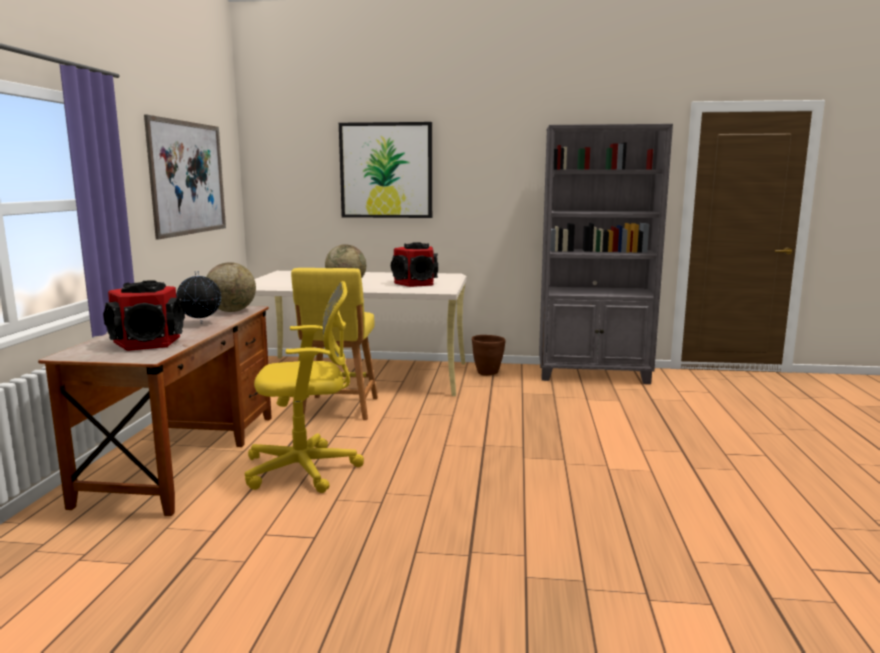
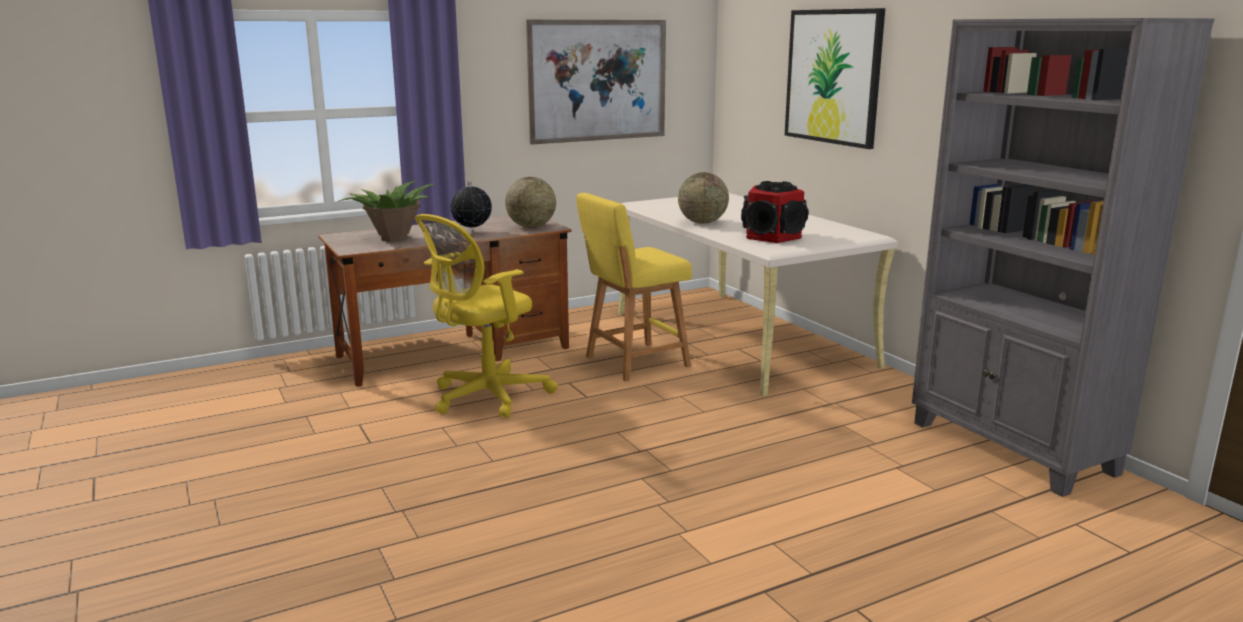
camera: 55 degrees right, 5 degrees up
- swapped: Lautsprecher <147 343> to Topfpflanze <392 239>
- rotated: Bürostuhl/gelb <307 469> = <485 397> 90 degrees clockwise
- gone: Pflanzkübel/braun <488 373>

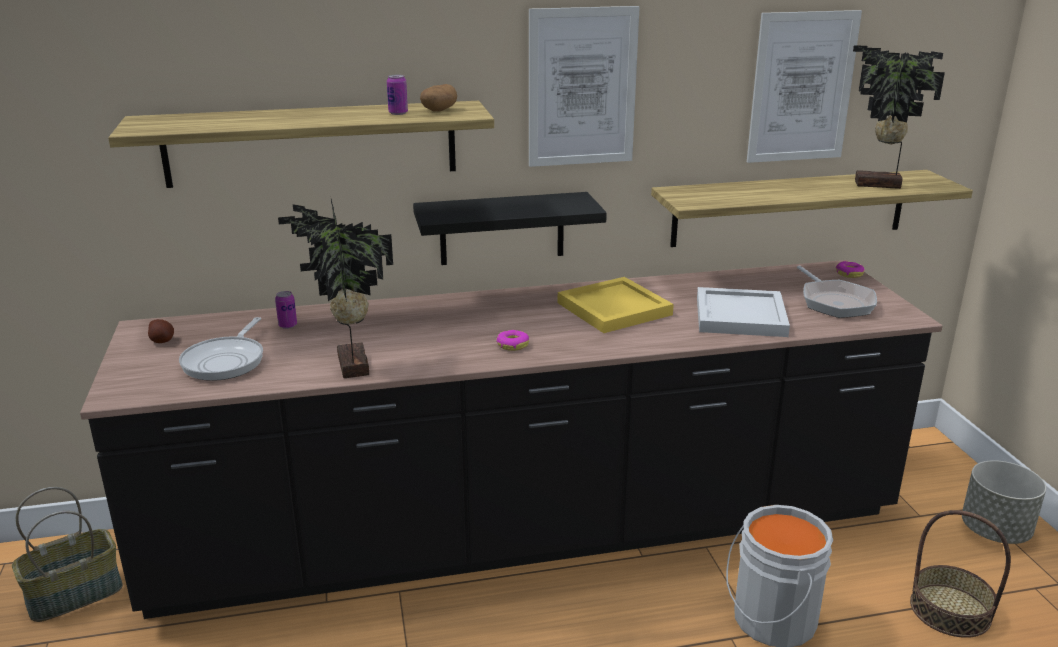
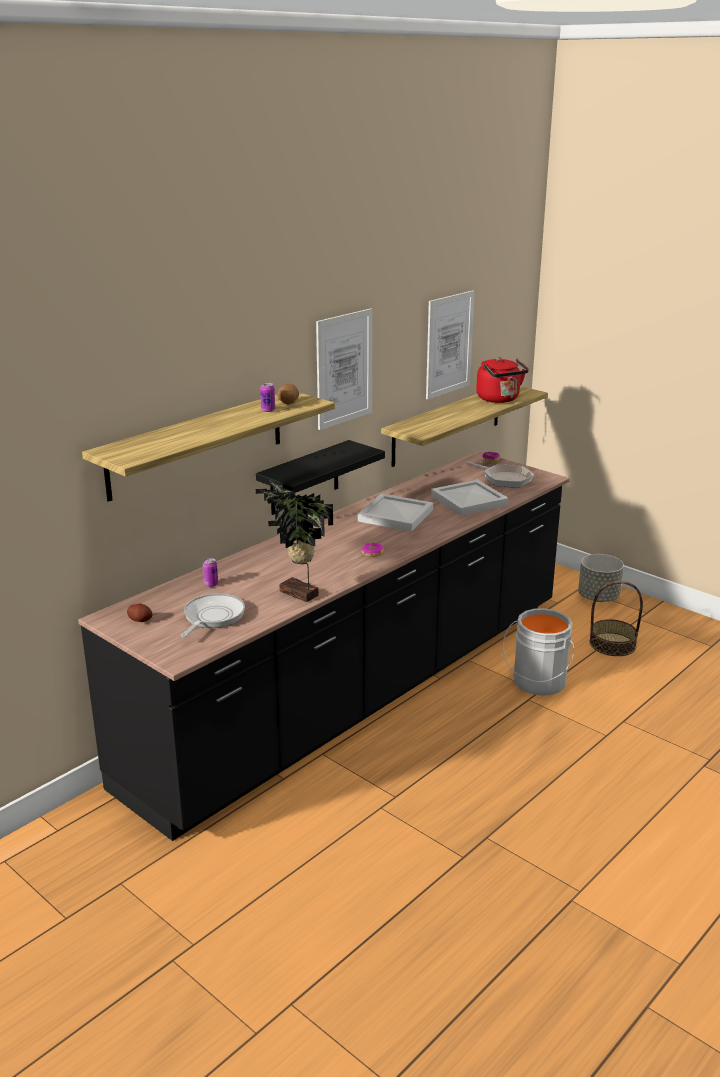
camera: 35 degrees left, 0 degrees up
- rotated: Pfanne <226 361> = <212 617> 135 degrees counterclockwise
- repainted: Tablett/gelb <614 308> to Tablett/weiß <395 515>
- swapped: Topfpflanze <879 185> to Wasserkessel/rot <499 399>
- gone: Korb <75 594>

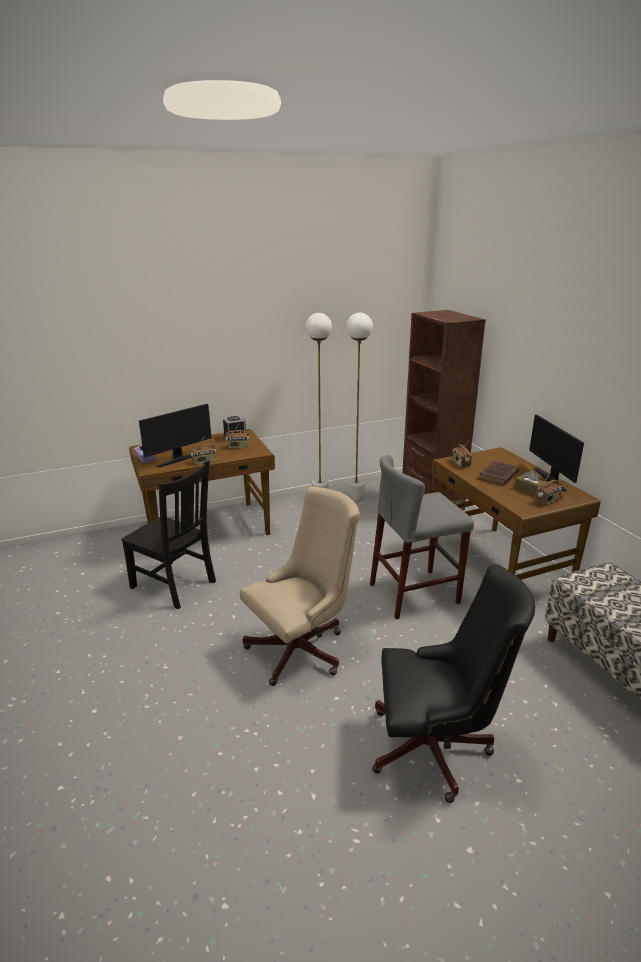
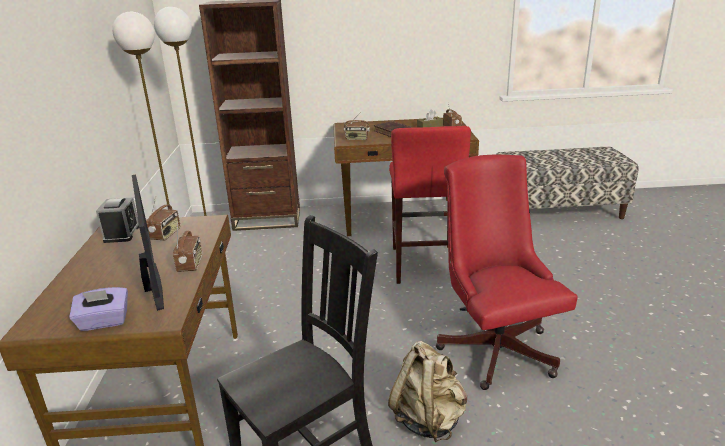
camera: 70 degrees left, 0 degrees up
- new: Rucksack/beige <428 419>
- repainted: Hocker/grau <414 593> to Hocker/rot <425 263>
- repainted: Bürostuhl/beige <303 649> to Bürostuhl/rot <495 346>
- gone: Bürostuhl/schwarz <437 749>
- gone: Monitor <551 479>

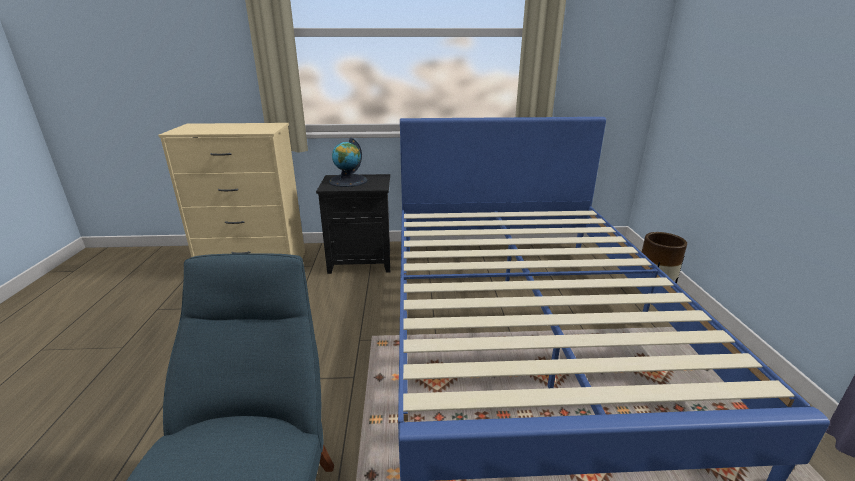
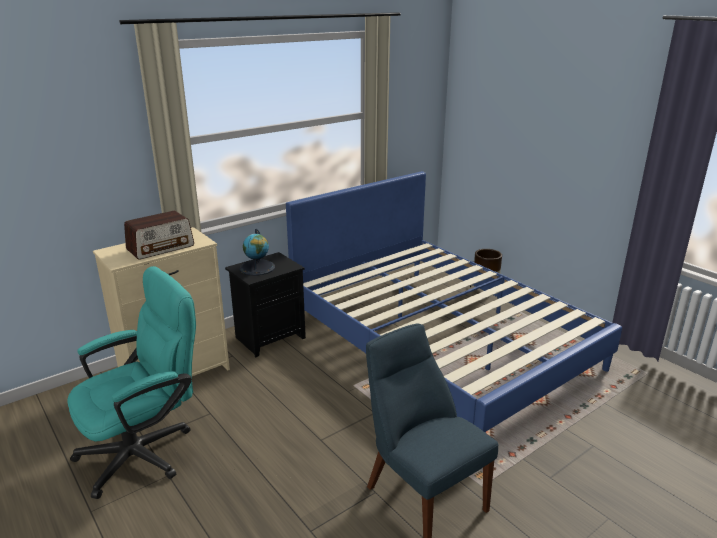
camera: 35 degrees left, 0 degrees up
- new: Bürostuhl/türkis <146 450>
- new: Radio <161 248>

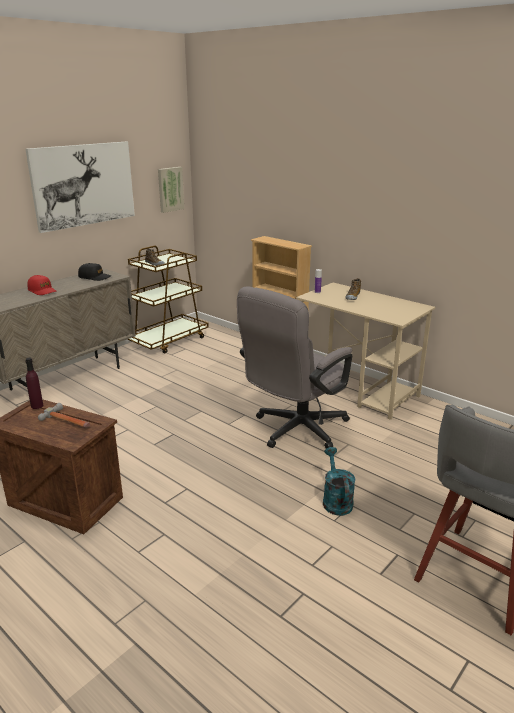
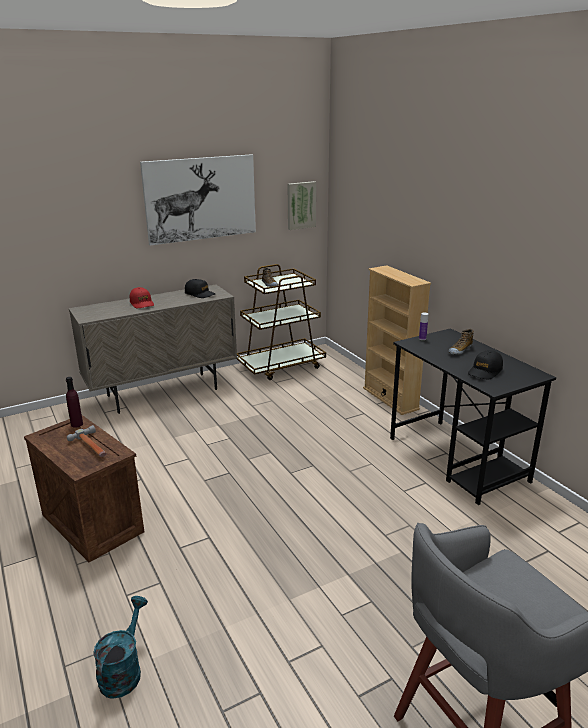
camera: 20 degrees right, 0 degrees up
- shifted: Gießkanne/türkis <336 500> to <123 670>
- repainted: Schreibtisch/beige <357 390> to Schreibtisch/schwarz <458 460>
- new: Kappe/schwarz <485 371>
- gone: Bürostuhl/grau <294 431>

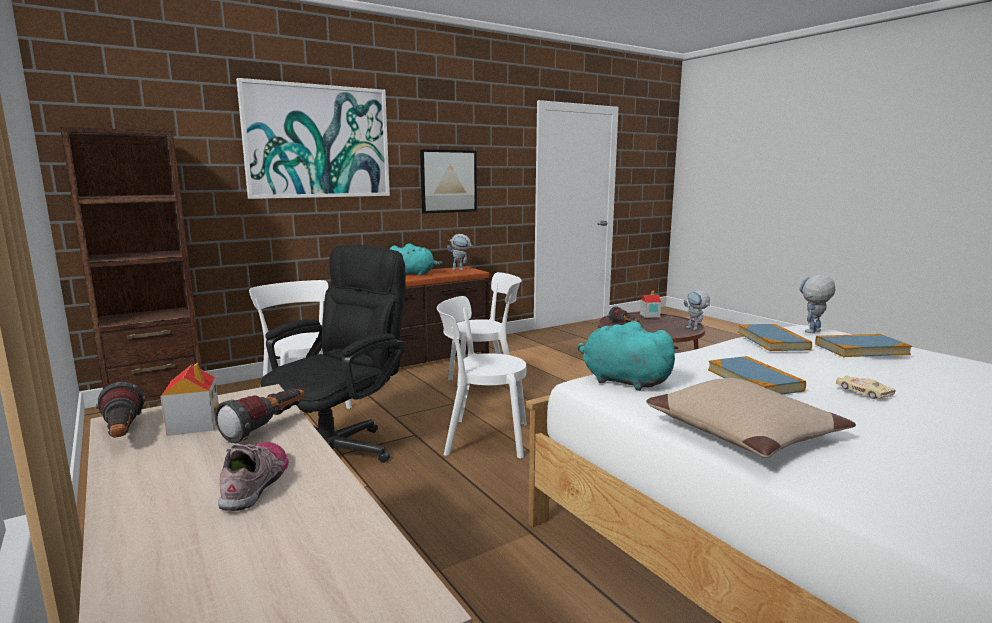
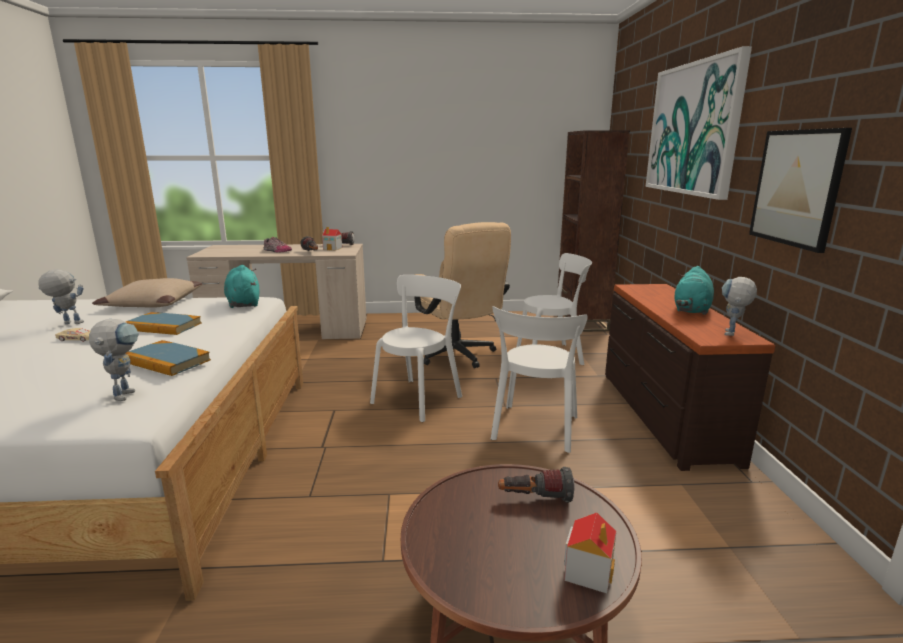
camera: 120 degrees right, 5 degrees up
- shifted: Spielzeugroboter <695 329> to <67 323>
- rotated: Plüschtier/türkis <622 381> = <243 303> 90 degrees counterclockwise
- repainted: Bürostuhl/schwarz <340 449> to Bürostuhl/beige <458 356>
- gone: Buch <861 349>

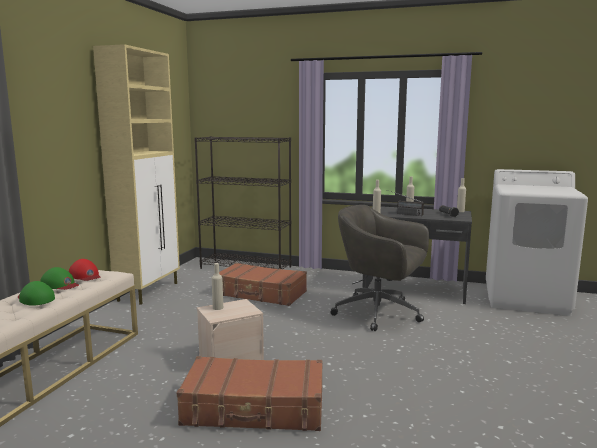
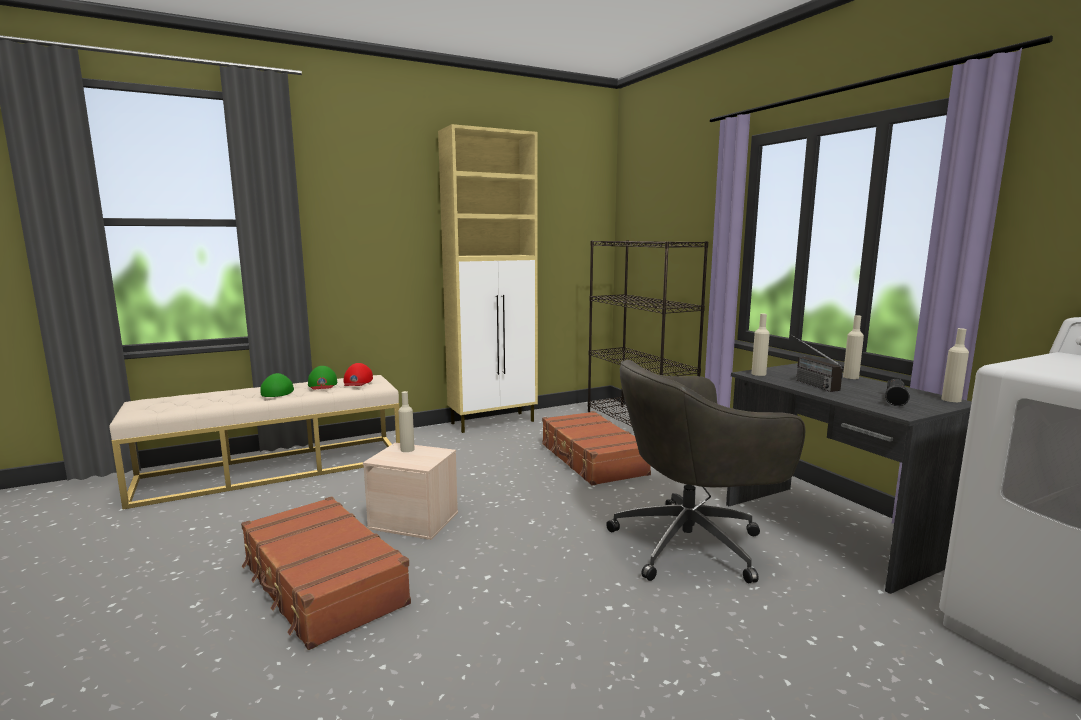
camera: 45 degrees right, 0 degrees up
- rotated: Bürostuhl/grau <380 313> = <692 544> 90 degrees counterclockwise

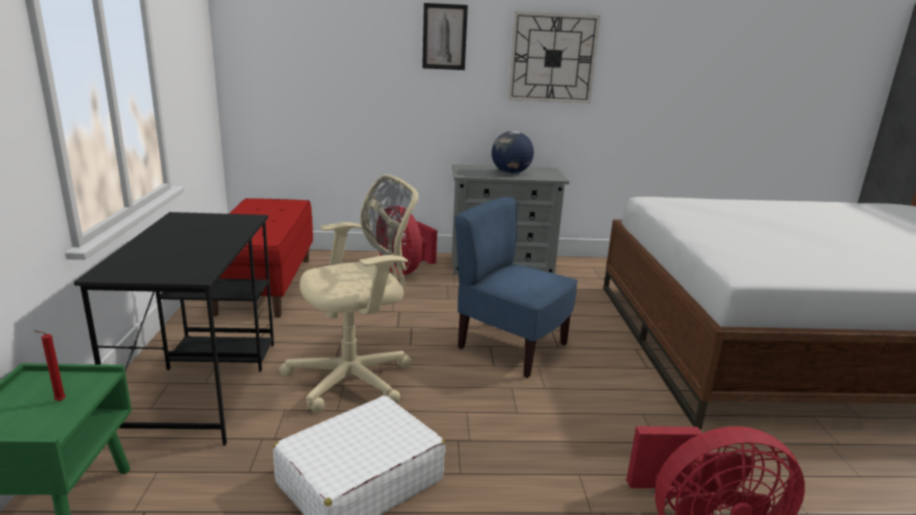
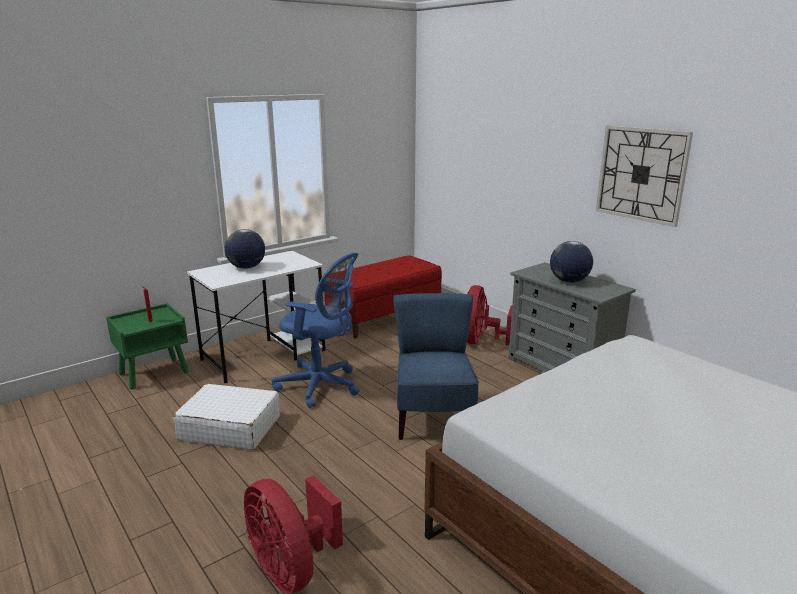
camera: 55 degrees right, 0 degrees up
- repainted: Schreibtisch/schwarz <204 386> to Schreibtisch/weiß <264 355>
- new: Globus <246 267>
- repainted: Bürostuhl/beige <355 378> to Bürostuhl/blau <321 386>
- gone: Bild <444 37>

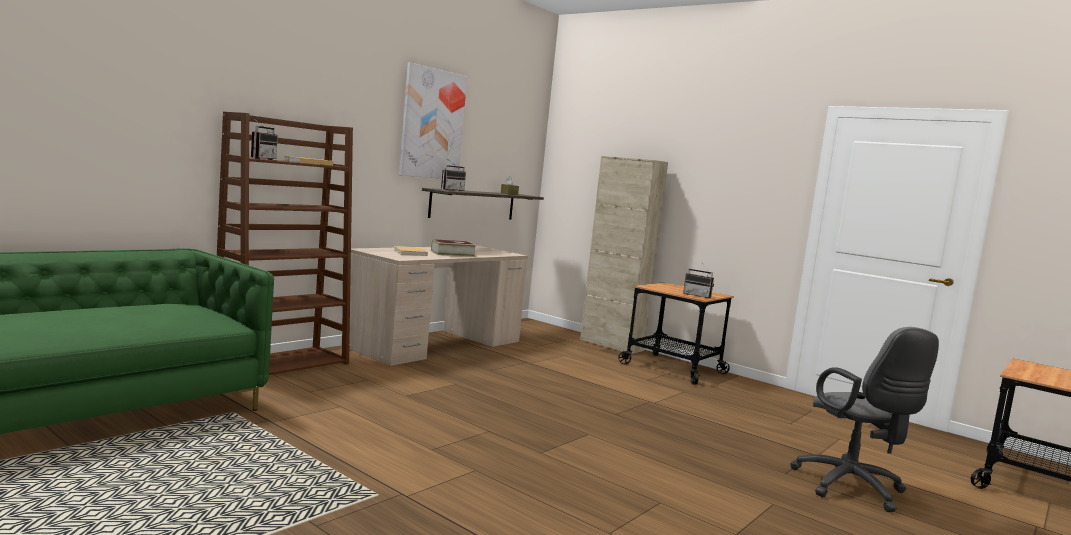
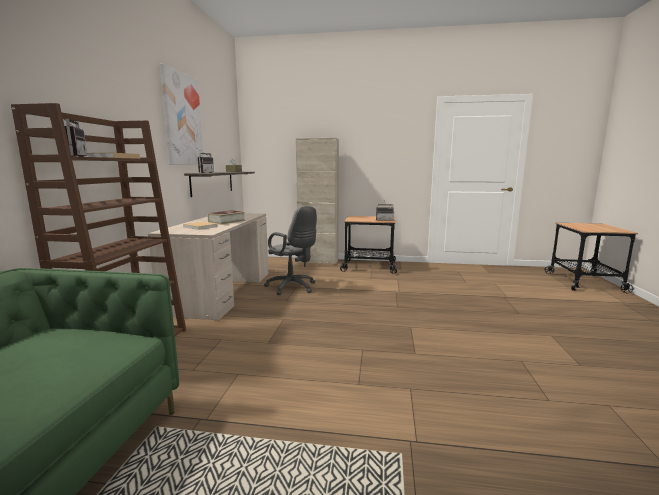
camera: 30 degrees left, 5 degrees up
- shifted: Bürostuhl/grau <853 489> to <293 288>

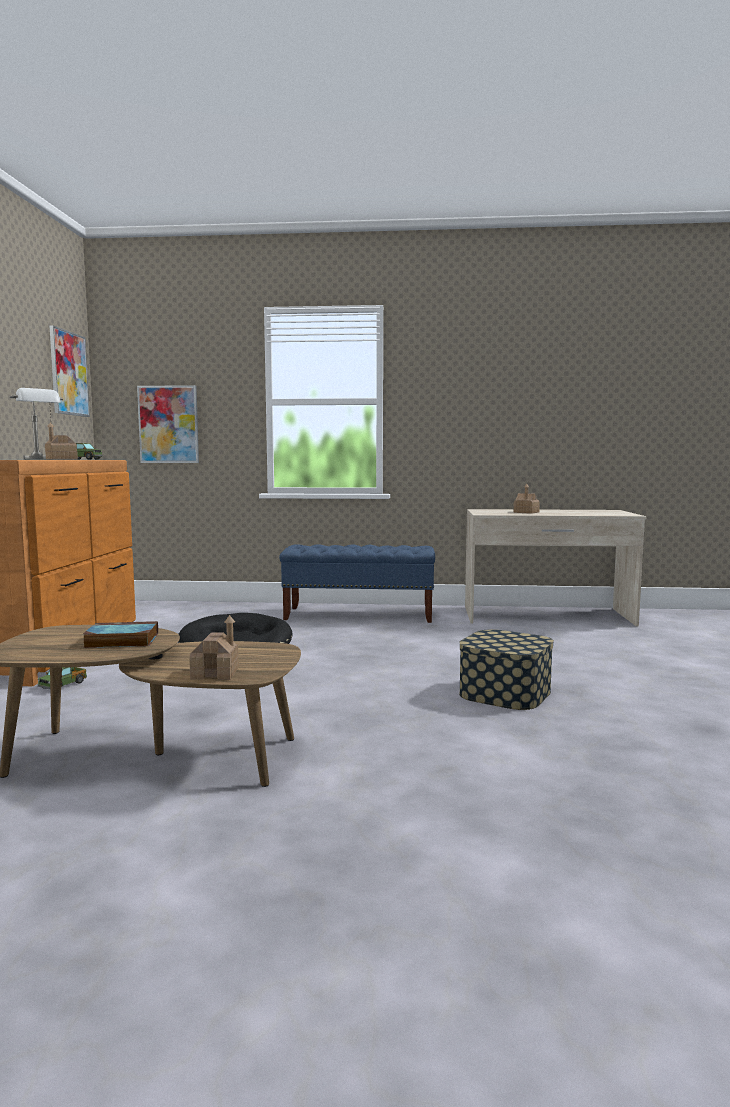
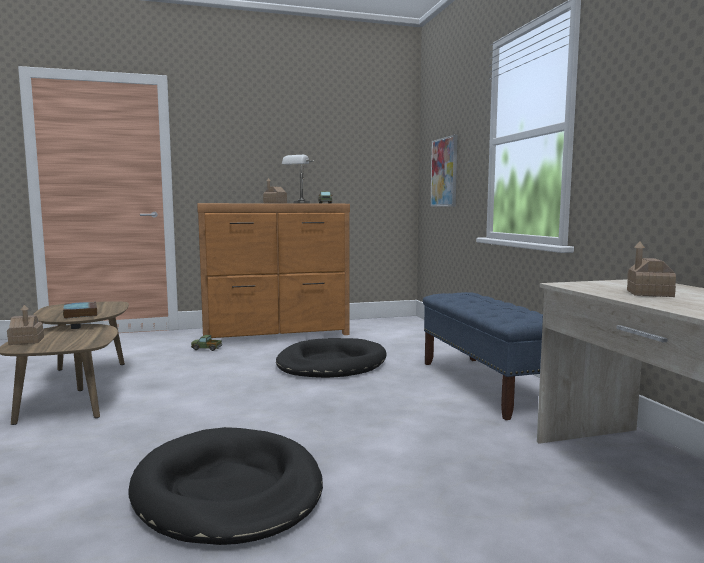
camera: 70 degrees right, 0 degrees up
- swapped: Aufbewahrungsbox <505 692> to Hundebett/schwarz <228 491>
- gone: Bild <68 373>

